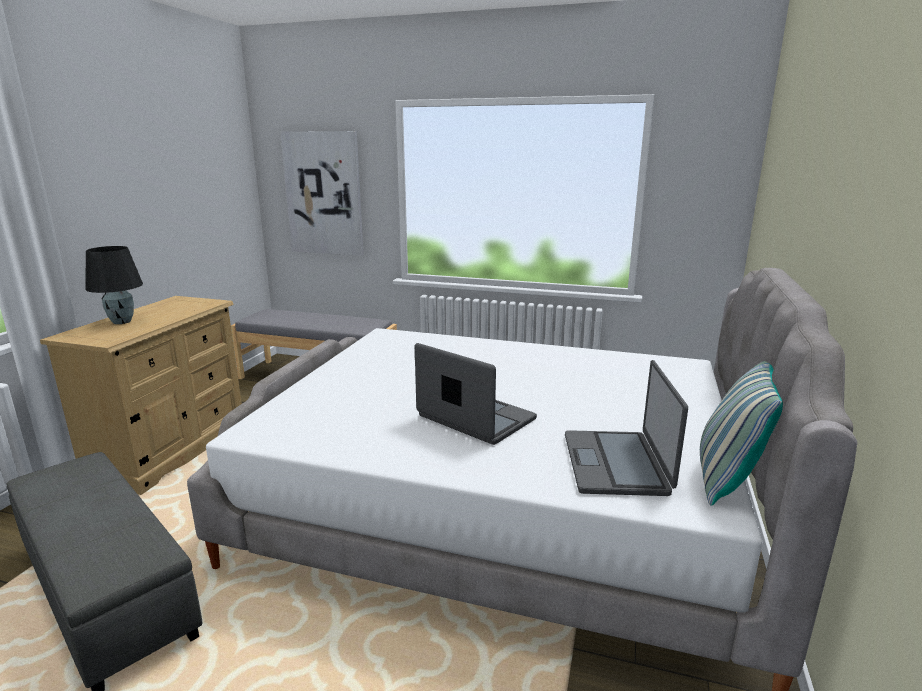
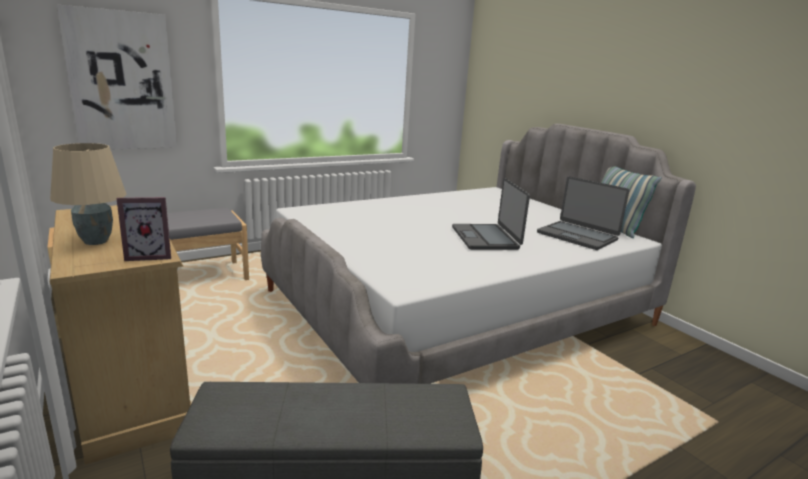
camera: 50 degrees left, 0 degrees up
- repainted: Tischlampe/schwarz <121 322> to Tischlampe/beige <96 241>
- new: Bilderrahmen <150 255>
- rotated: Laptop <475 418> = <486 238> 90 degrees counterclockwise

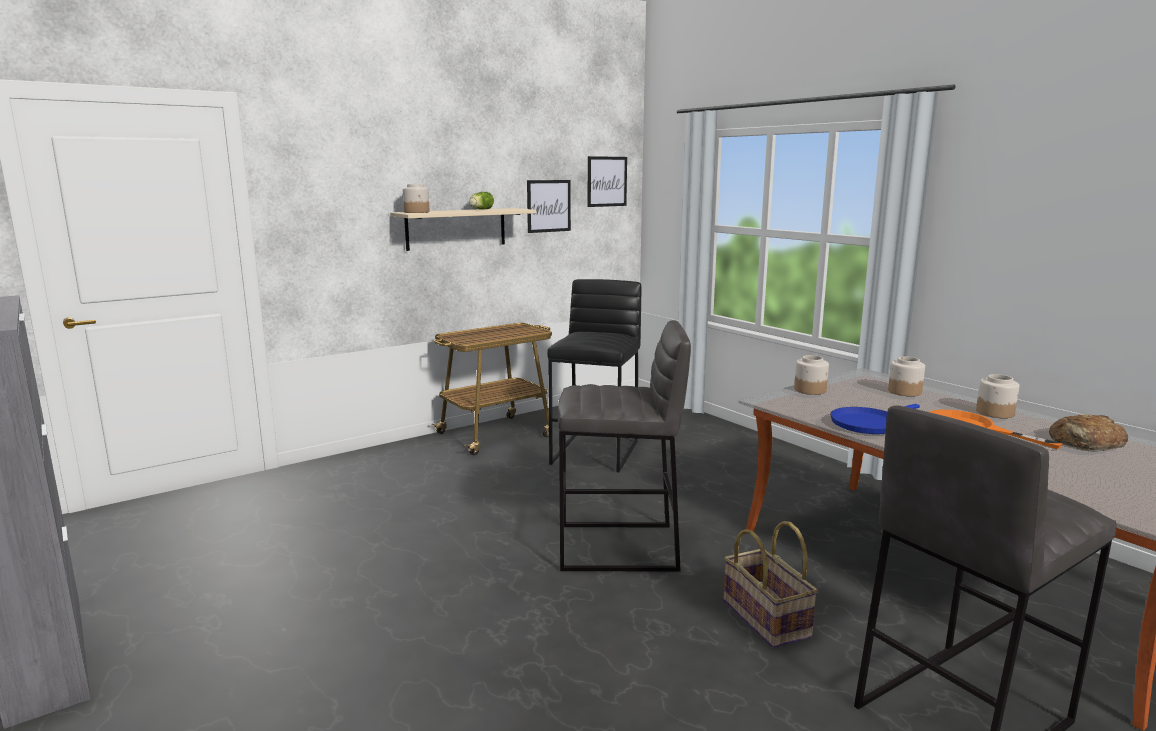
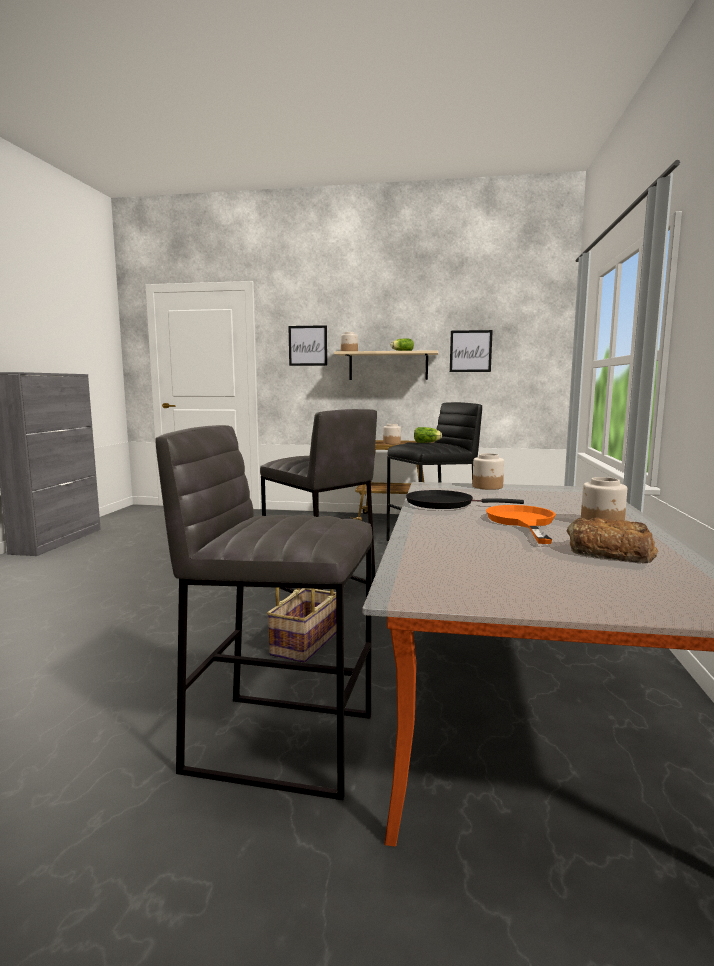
camera: 45 degrees right, 5 degrees down
- shifted: Bild <607 181> to <308 345>
- shifted: Vorratsglas <904 391> to <392 443>
- repainted: Pfanne/blau <868 424> to Pfanne/schwarz <444 504>
- new: Salatkopf <427 442>

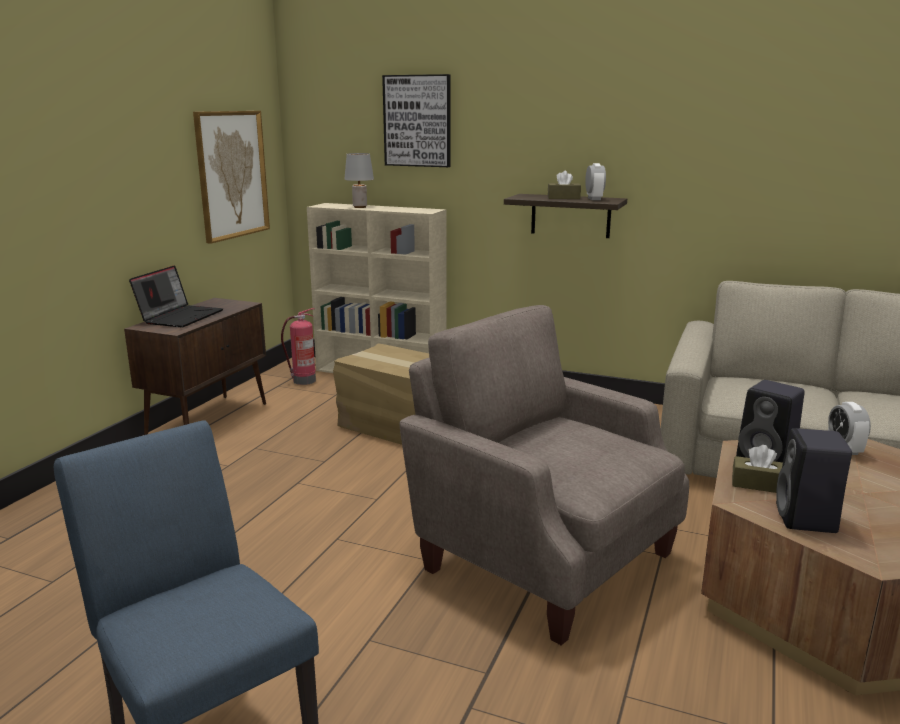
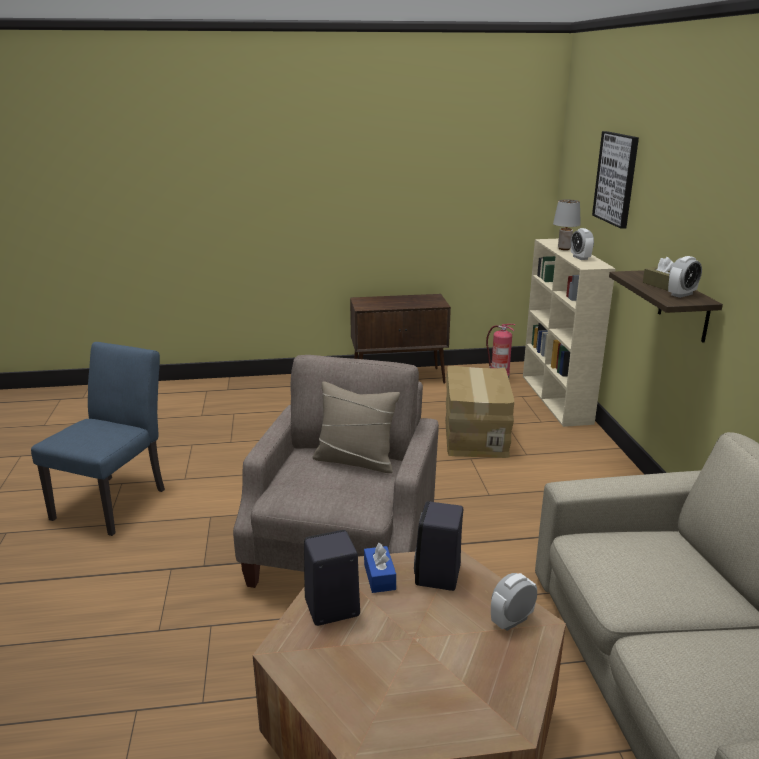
camera: 60 degrees right, 5 degrees up
- new: Kissen/beige <355 461>
- repainted: Taschentuchbox/braun <758 484> to Taschentuchbox/blau <379 577>
- new: Wecker <580 258>
- gone: Laptop <180 316>
- gone: Bild <232 174>

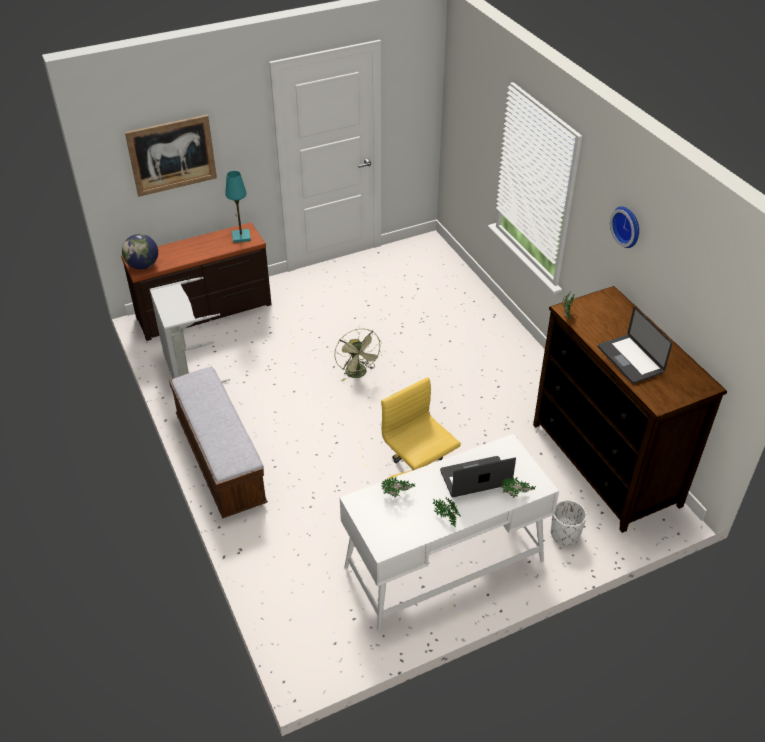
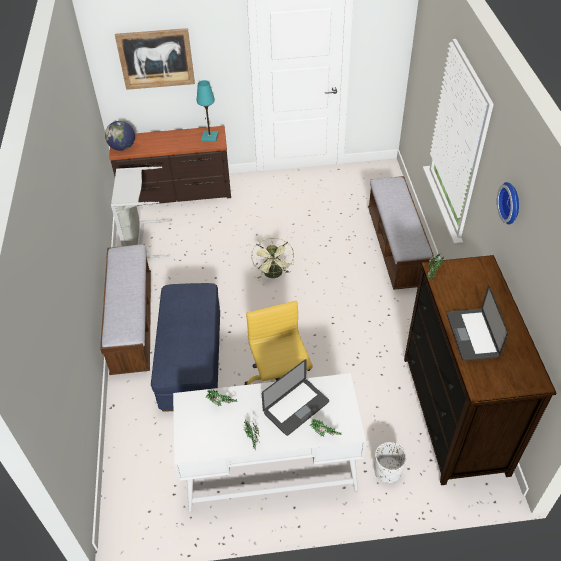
camera: 20 degrees right, 5 degrees up
- new: Polsterhocker/blau <192 360>
- rotated: Laptop <475 478> = <296 407> 135 degrees clockwise
- new: Bank <396 248>

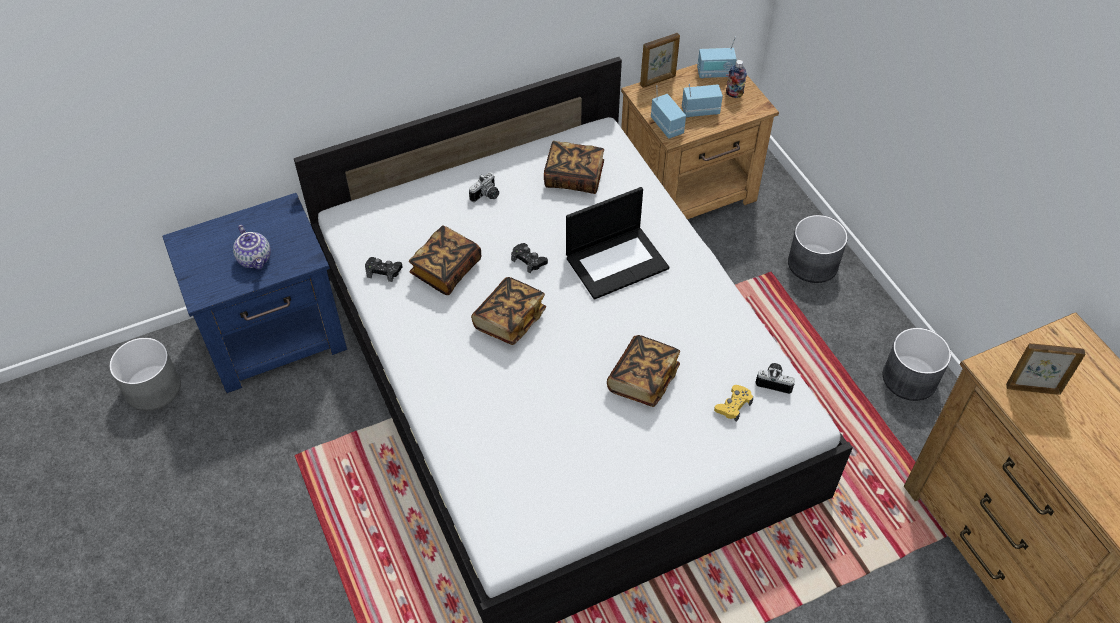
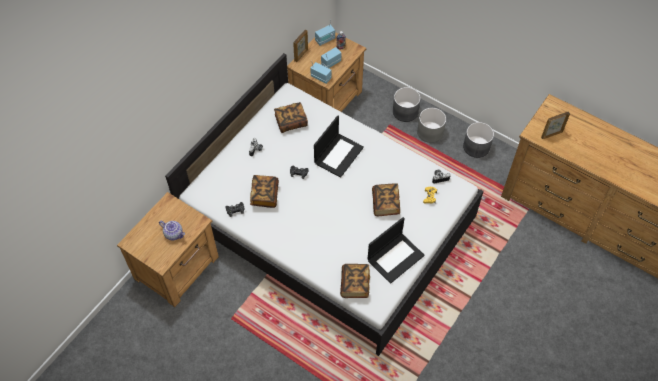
camera: 30 degrees left, 5 degrees up
- repainted: Nachttisch/blau <276 336> to Nachttisch/braun <178 267>
- shifted: Buch <509 320> to <355 284>
- new: Laptop <395 257>
- shifted: Pflanzkübel/grau <153 388> to <430 132>

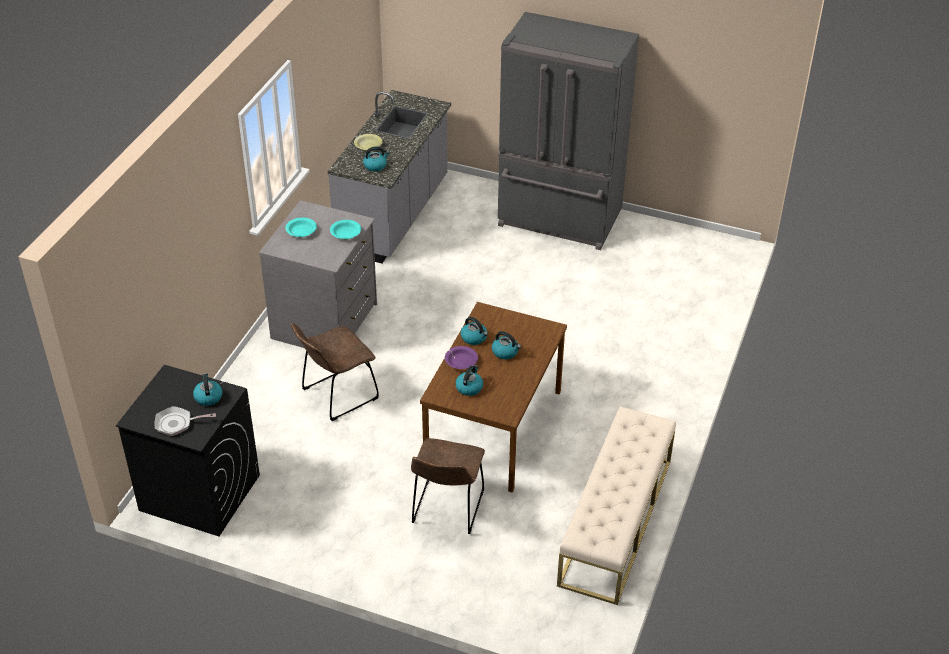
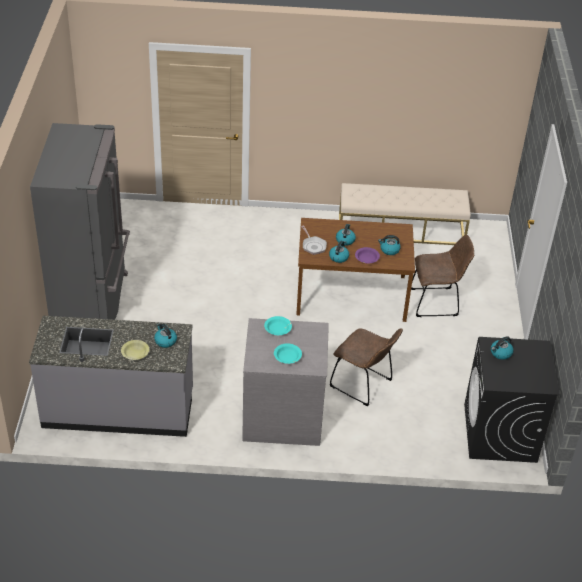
camera: 110 degrees left, 0 degrees up
- shifted: Pfanne <177 423> to <313 246>

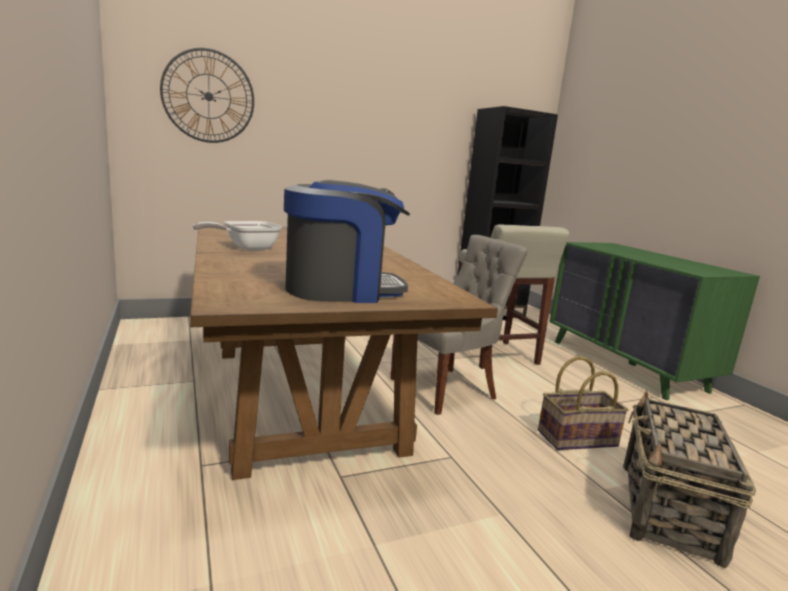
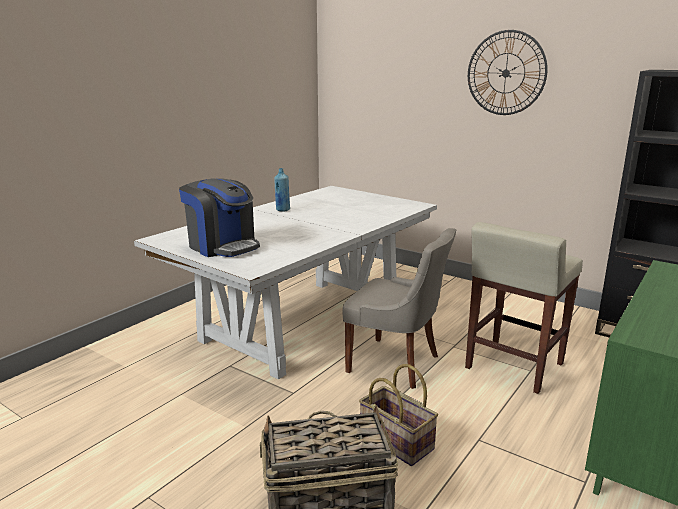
camera: 60 degrees right, 5 degrees up
- repainted: Esstisch/braun <300 395> to Esstisch/weiß <304 322>
- swapped: Pfanne <246 248> to Flasche/blau <282 210>
- shifted: Wanduhr <208 96> to <506 73>

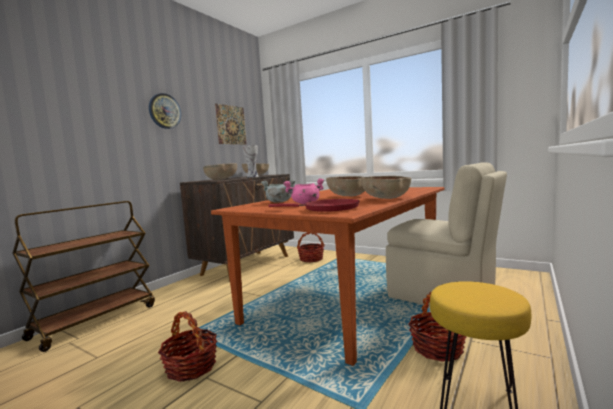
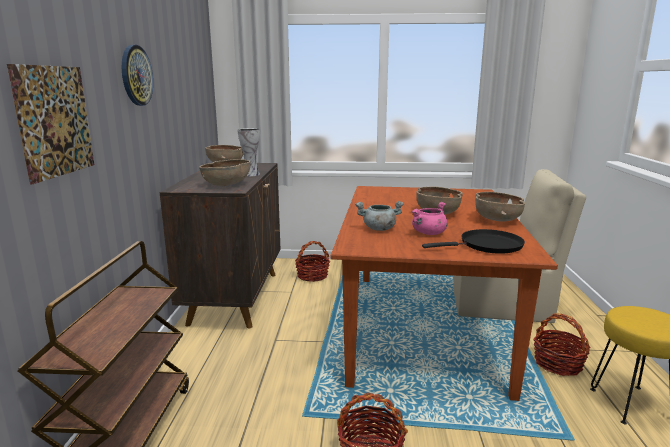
camera: 30 degrees left, 10 degrees up
- shifted: Bild <231 125> to <55 121>
- repainted: Pfanne/rot <327 209> to Pfanne/schwarz <487 246>

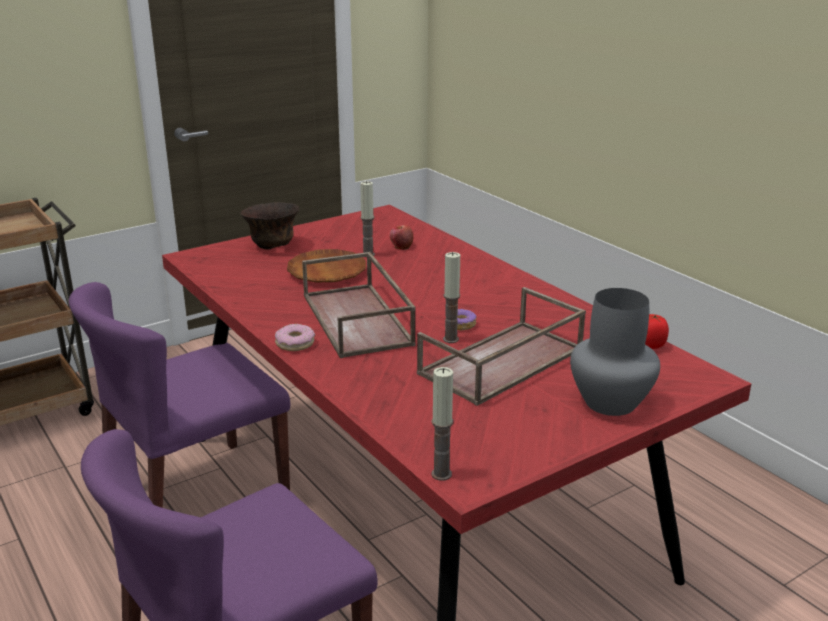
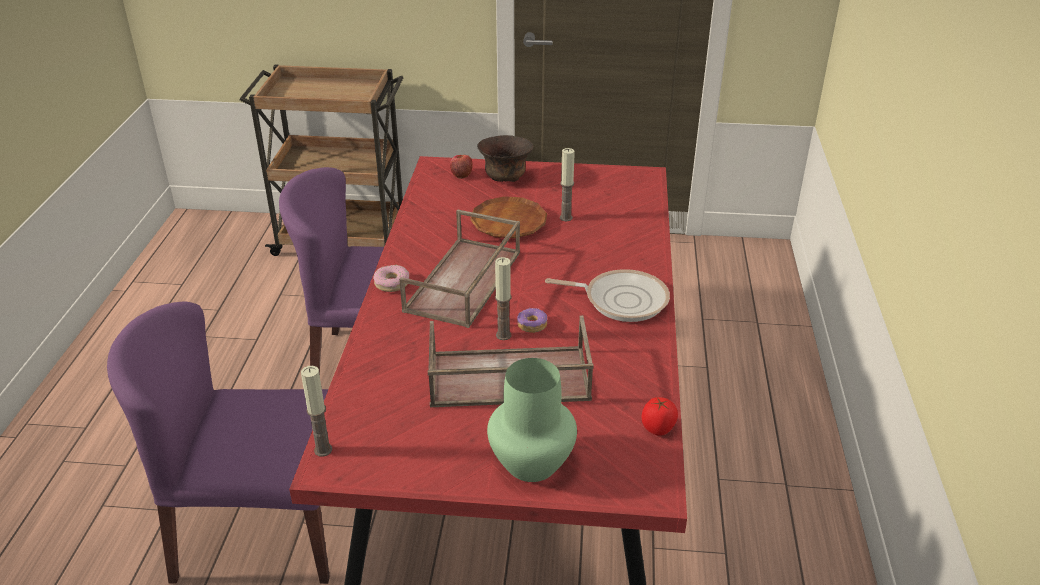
camera: 40 degrees right, 10 degrees up
- shifted: Apfel <401 246> to <461 174>
- repainted: Vase/grau <609 402> to Vase/grün <530 463>
- new: Pfanne <621 300>

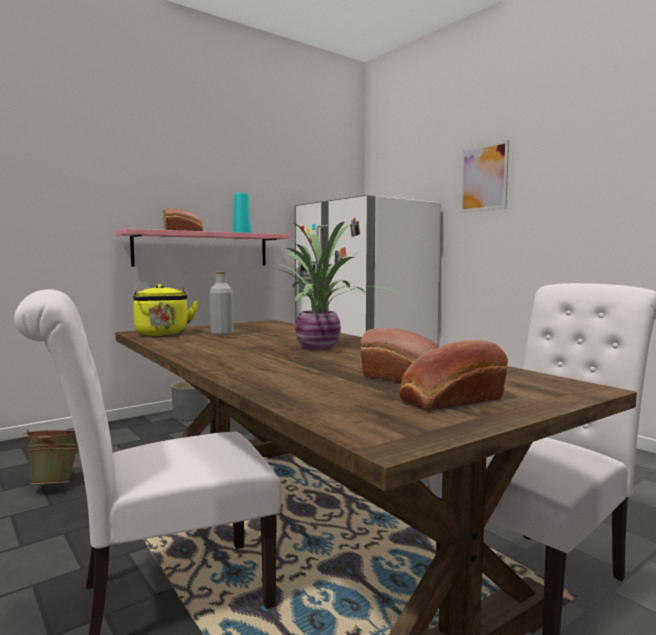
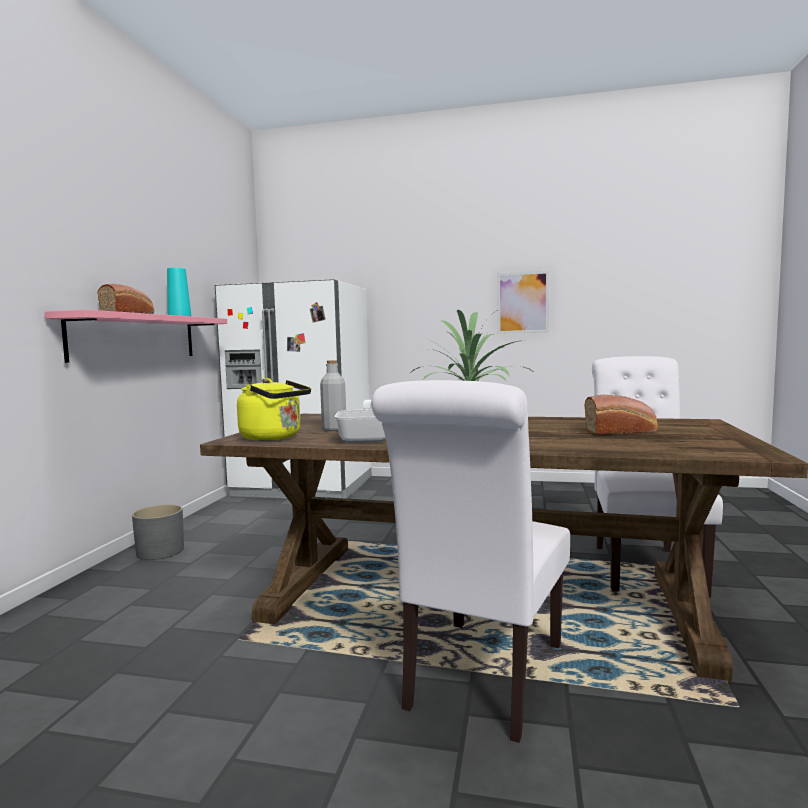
camera: 40 degrees left, 0 degrees up
- new: Pfanne <367 438>
- shifted: Bild <484 178> to <522 302>
- gone: Eimer/grün <56 483>
- gone: Brot <449 400>

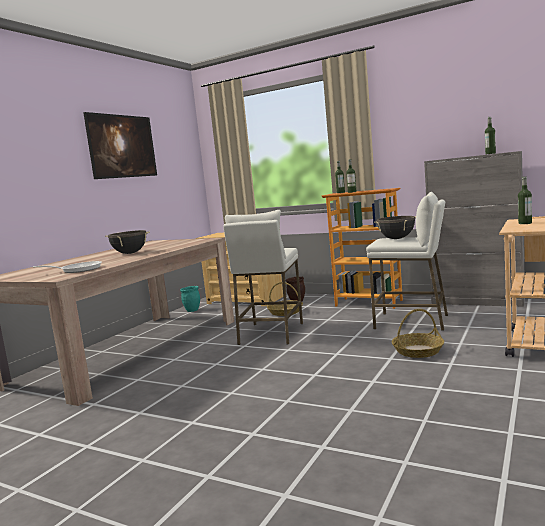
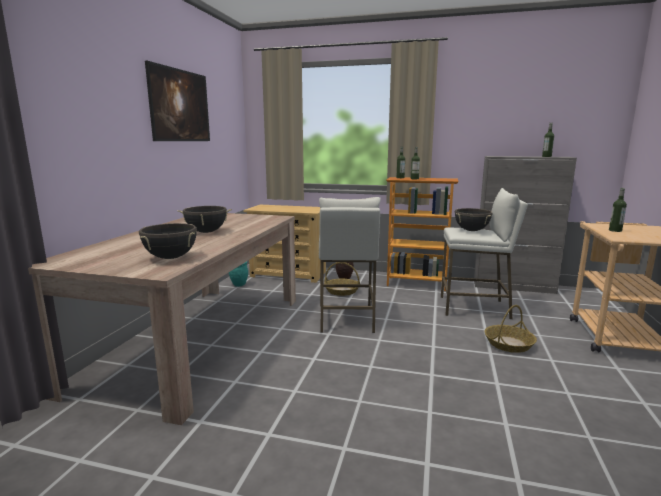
camera: 15 degrees left, 5 degrees up
- swapped: Pfanne <78 270> to Kochtopf/schwarz <170 258>

